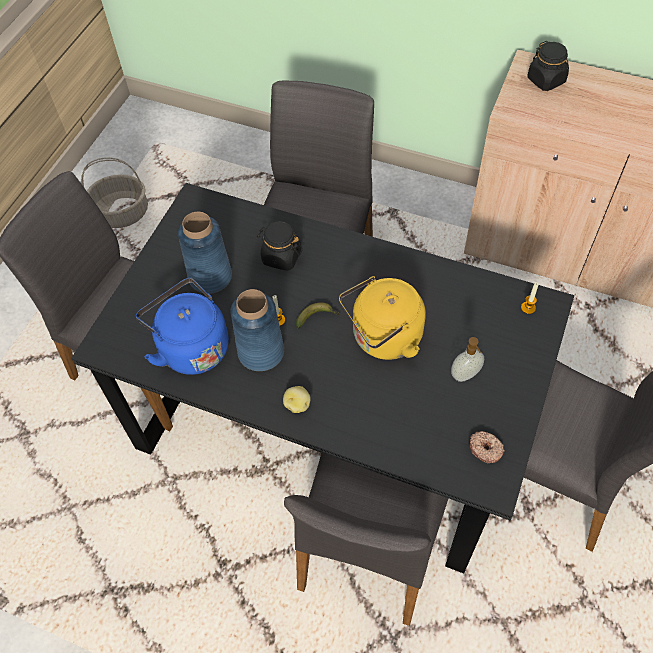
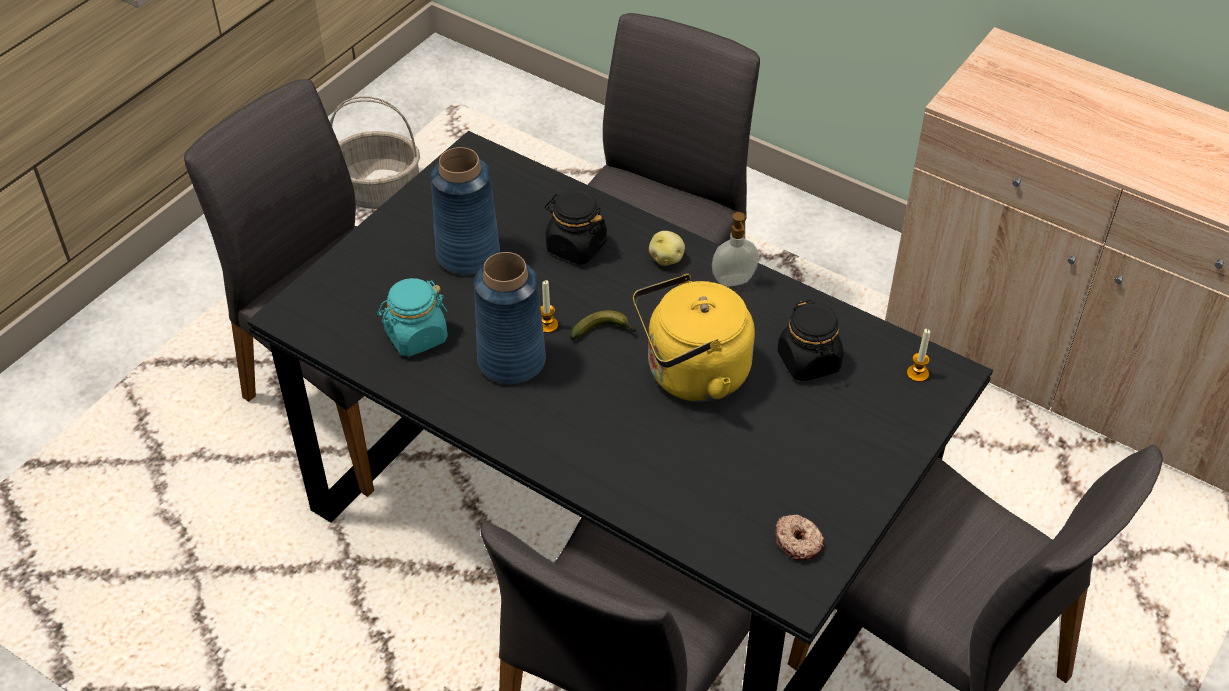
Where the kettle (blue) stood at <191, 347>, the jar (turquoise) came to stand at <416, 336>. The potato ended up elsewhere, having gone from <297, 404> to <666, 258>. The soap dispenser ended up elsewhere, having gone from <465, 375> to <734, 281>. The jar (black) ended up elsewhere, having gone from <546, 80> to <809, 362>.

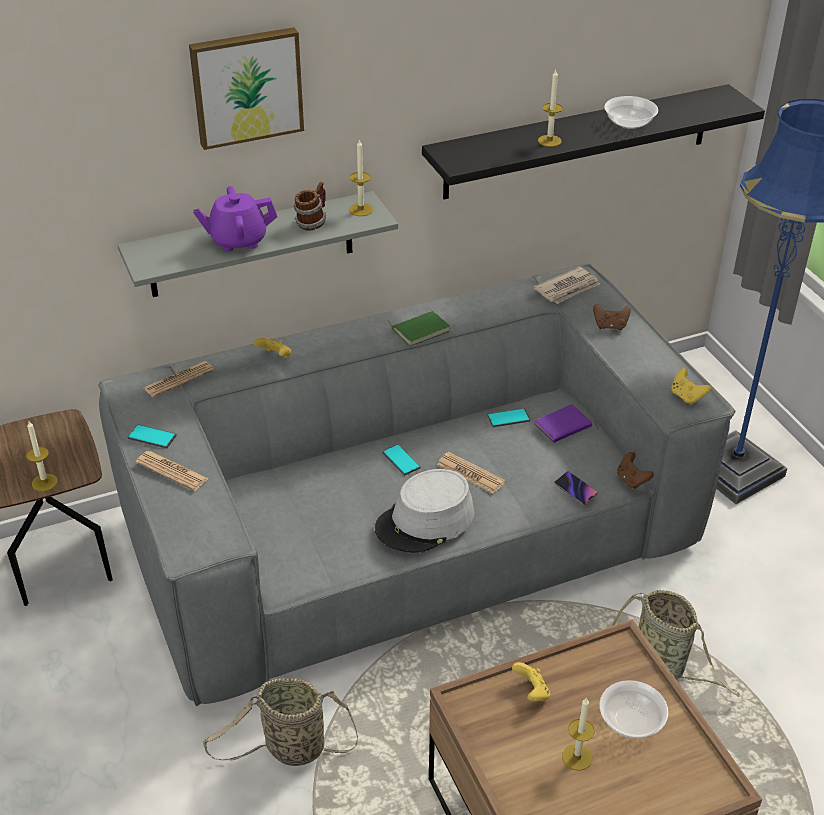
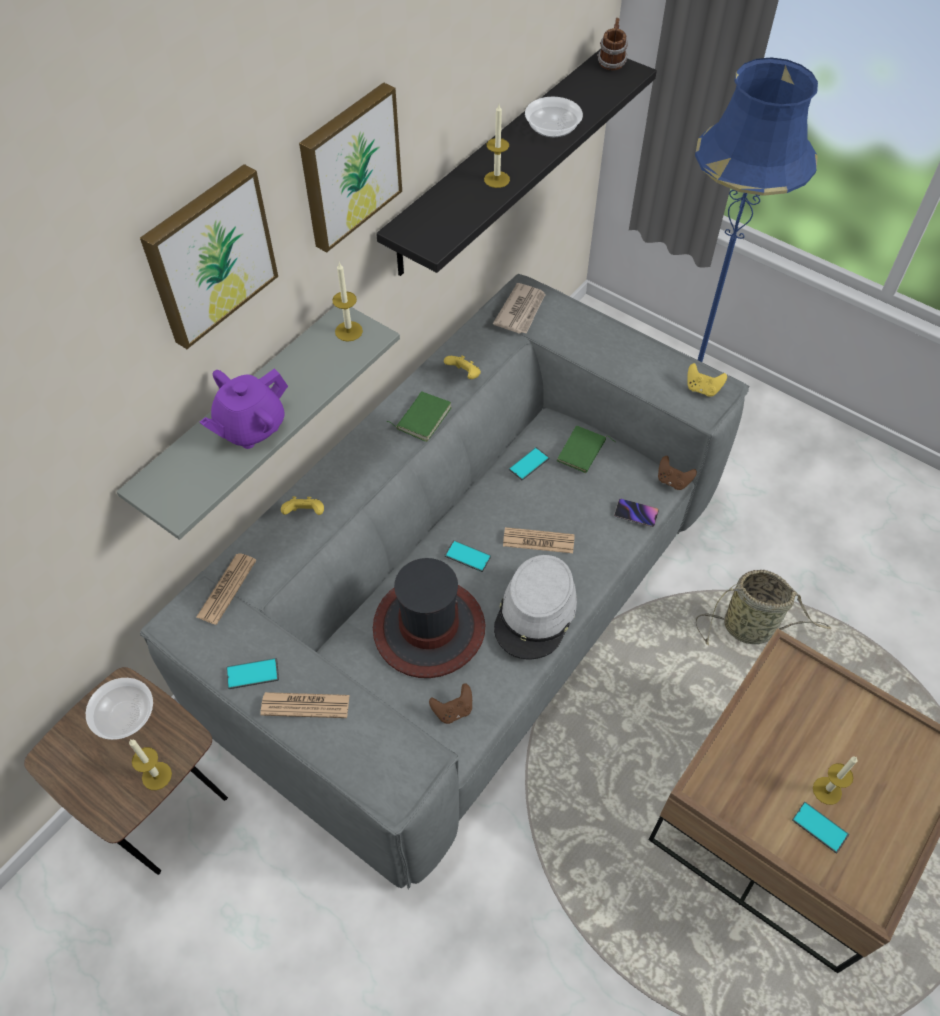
The bowl ended up elsewhere, having gone from <631, 721> to <125, 716>. The second view gained the picture at <348, 166>. The second view gained the hat at <428, 628>. The game controller (brown) ended up elsewhere, having gone from <610, 326> to <453, 710>. The game controller (yellow) ended up elsewhere, having gone from <531, 692> to <464, 375>. What was the book (purple) at <564, 427> turned into the book (green) at <582, 452>. The mug ended up elsewhere, having gone from <312, 223> to <611, 62>. The second view gained the phone at <820, 827>. The second view lost the basket at <291, 749>.

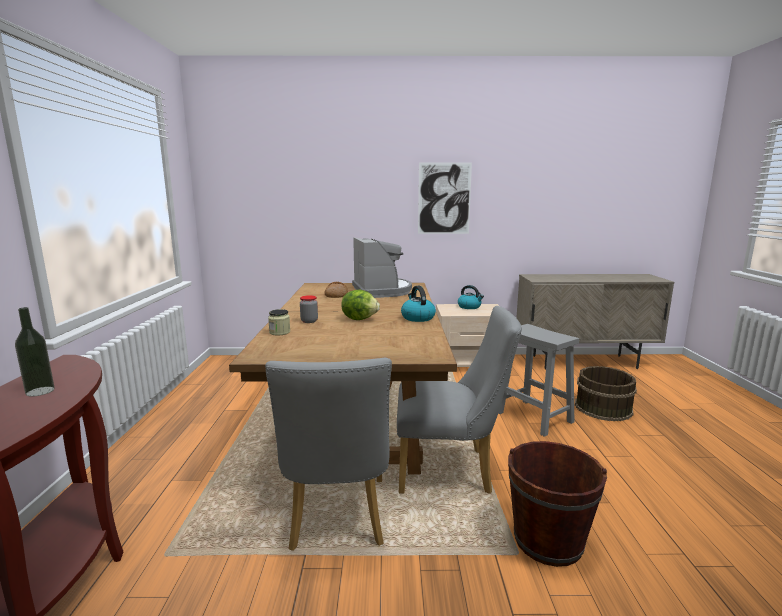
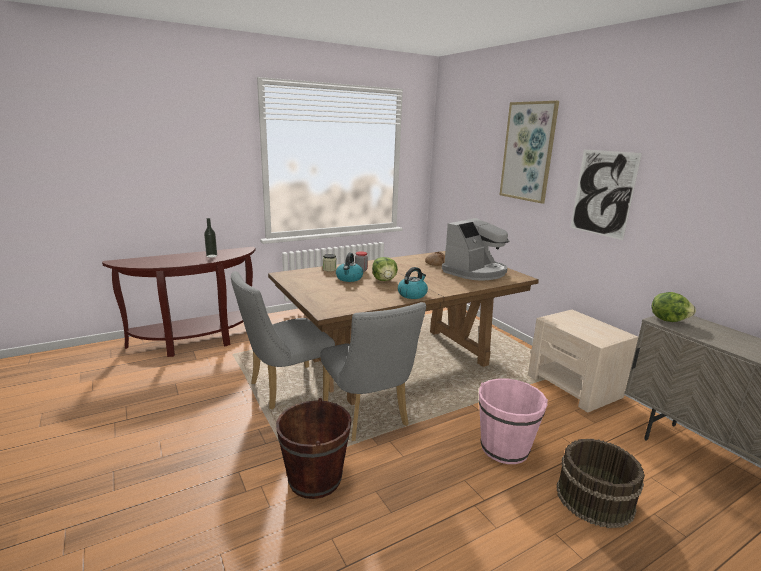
The kettle ended up elsewhere, having gone from <469, 307> to <349, 278>. Where the stool (grey) stood at <535, 417>, the bucket (pink) came to stand at <504, 448>. The second view gained the picture at <528, 152>. The second view gained the lettuce at <668, 320>.

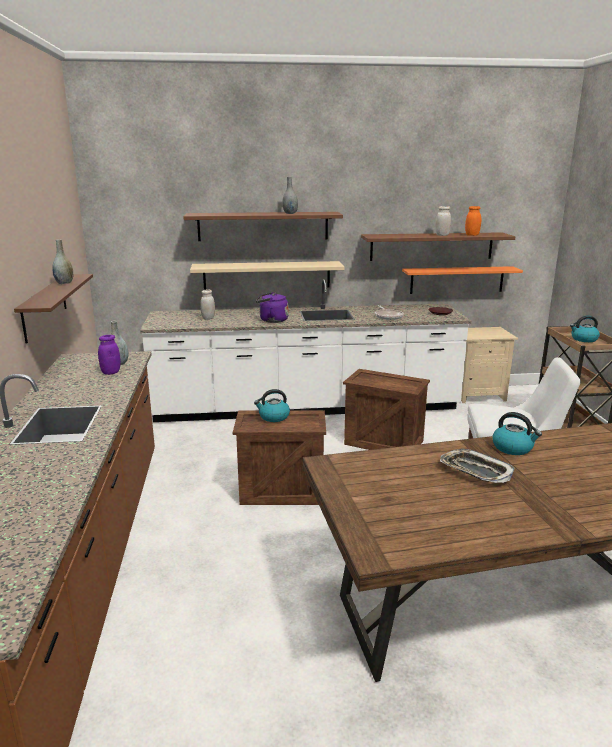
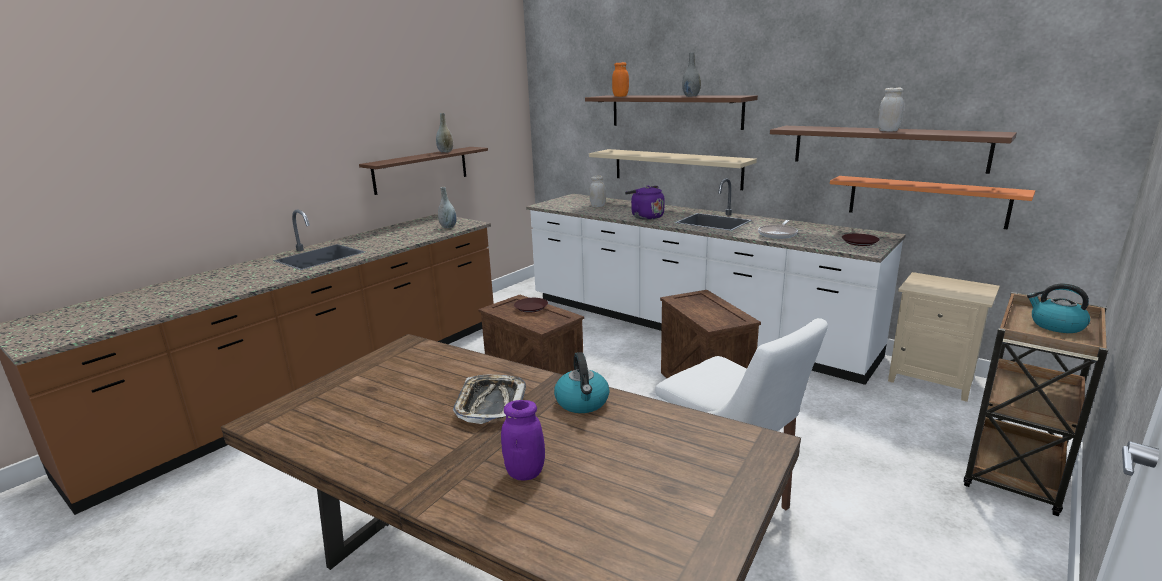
The jar (purple) ended up elsewhere, having gone from <111, 372> to <525, 473>. Where the kettle stood at <273, 417>, the plate (brown) came to stand at <531, 308>. The jar (orange) ended up elsewhere, having gone from <472, 235> to <620, 96>.

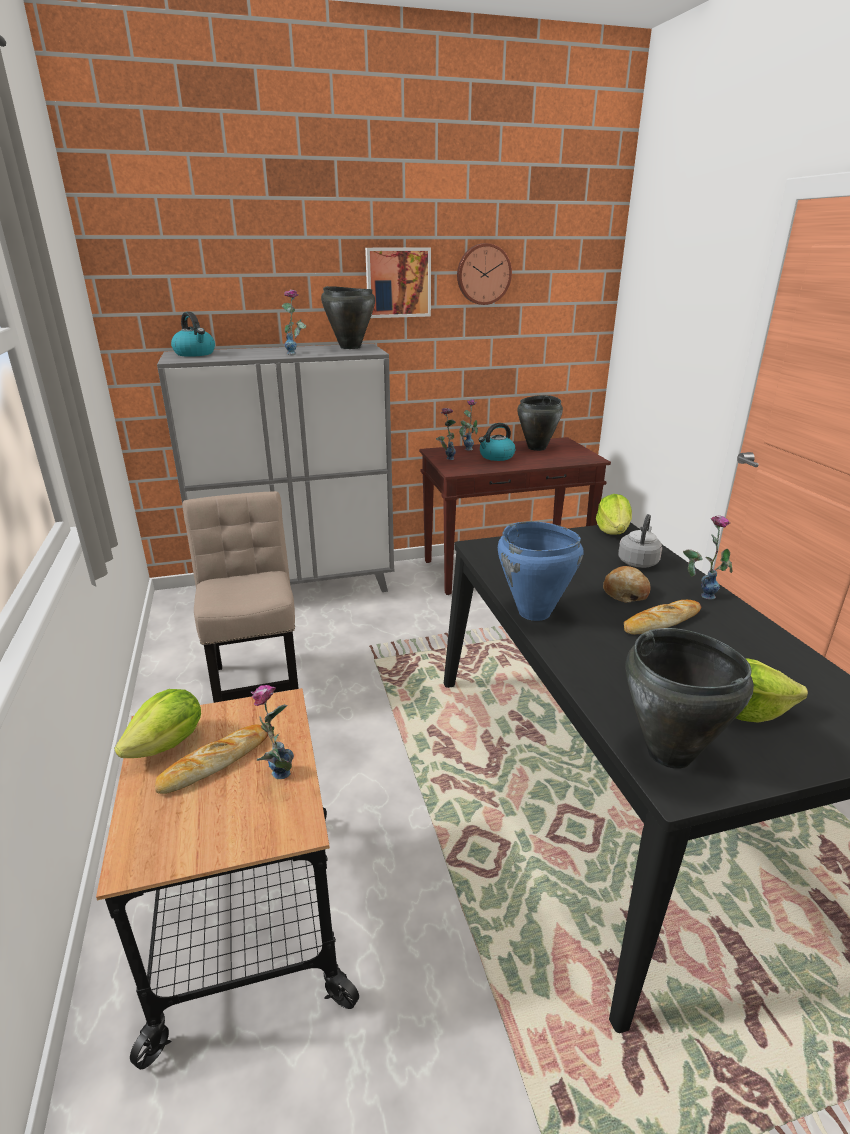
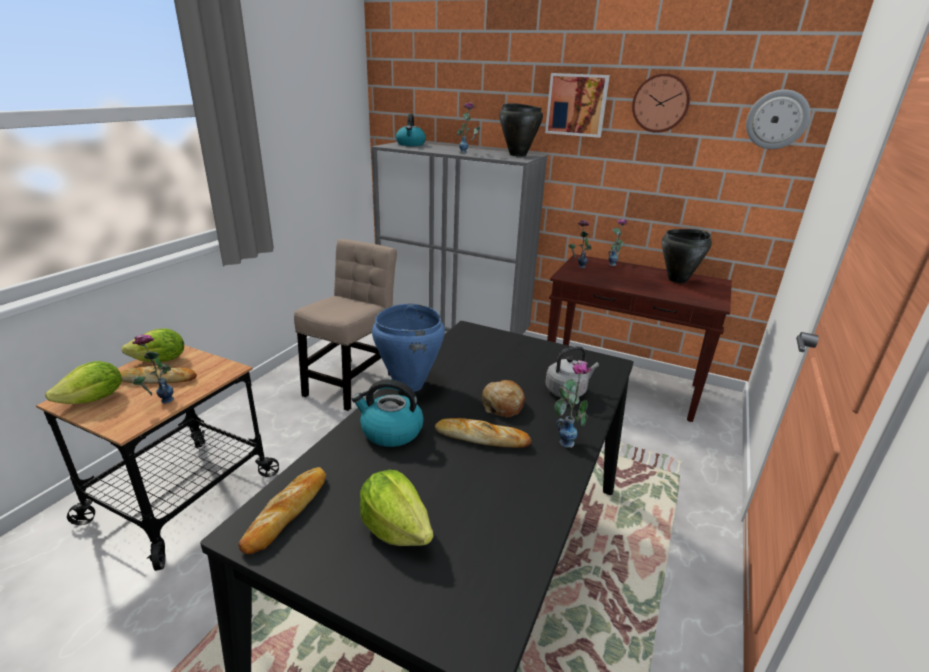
The lettuce ended up elsewhere, having gone from <613, 531> to <94, 399>. Where the cooking pot (black) stood at <669, 754>, the bread came to stand at <287, 512>. The kettle ended up elsewhere, having gone from <496, 457> to <390, 431>. The second view gained the wall clock at <777, 119>.

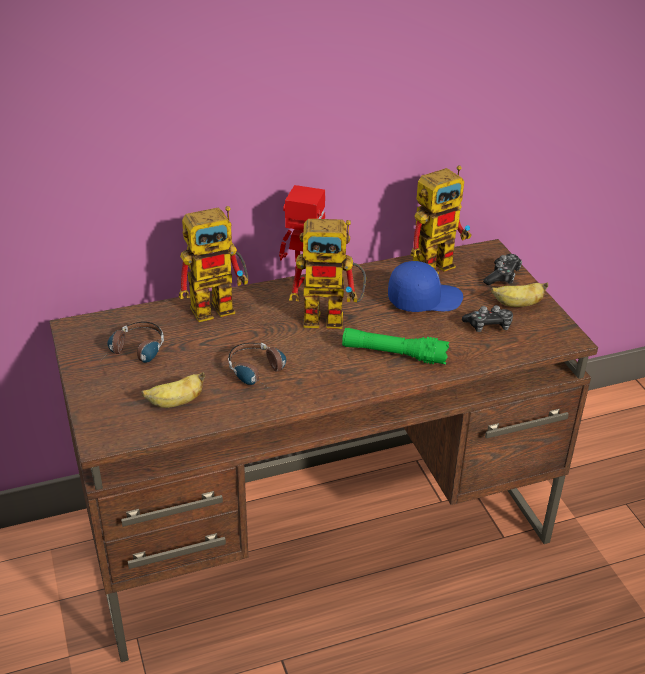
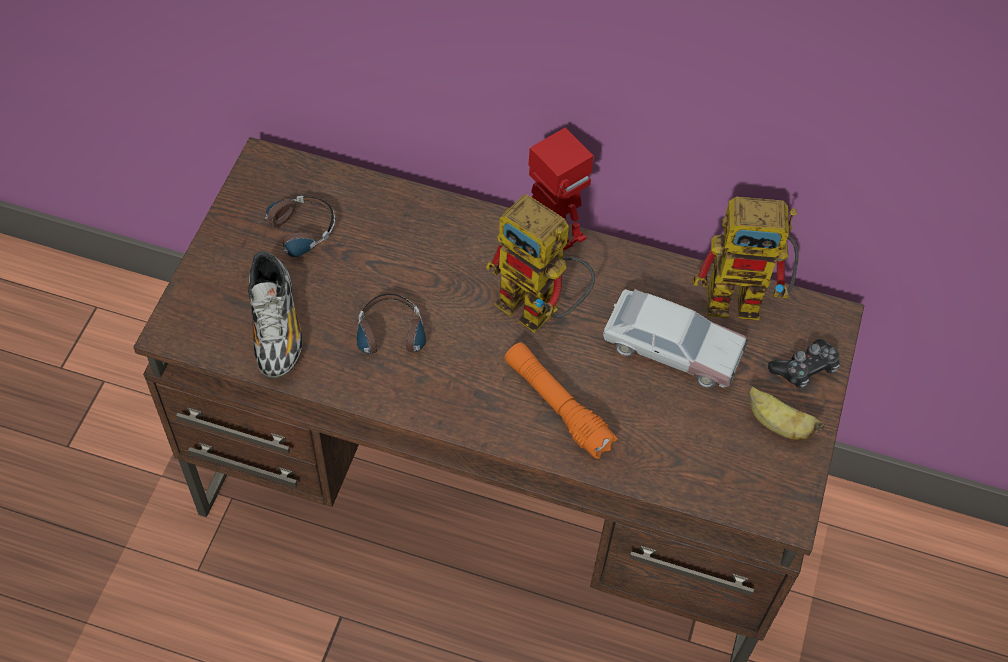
Where the banana stood at <175, 403>, the shoe came to stand at <276, 328>. What was the flashlight (green) at <394, 354> turned into the flashlight (orange) at <557, 406>. Where the cap (blue) stood at <424, 299>, the toy car came to stand at <670, 347>. The second view lost the toy robot at <220, 305>. The second view lost the game controller at <488, 326>.

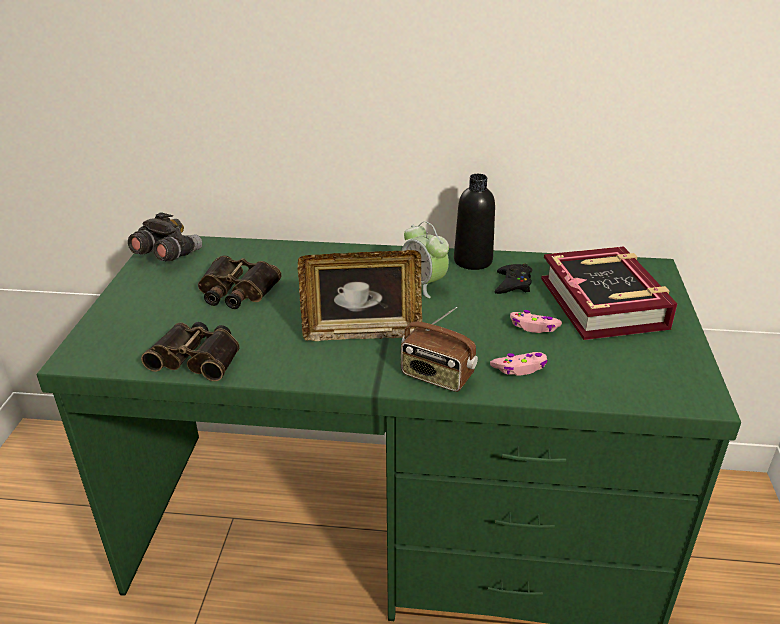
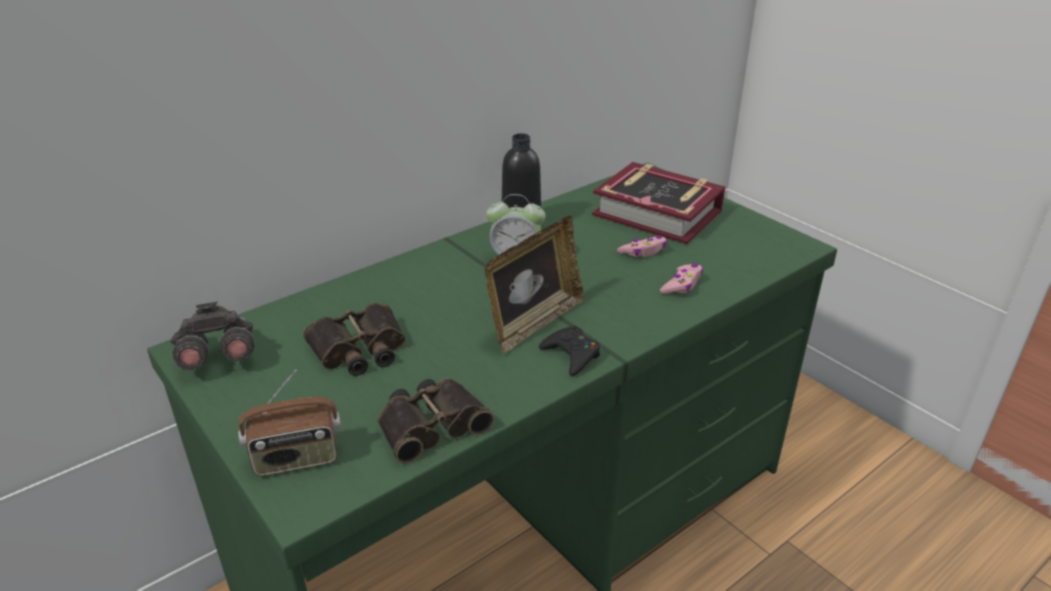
The radio ended up elsewhere, having gone from <436, 376> to <296, 458>. The game controller (black) ended up elsewhere, having gone from <513, 284> to <571, 355>.

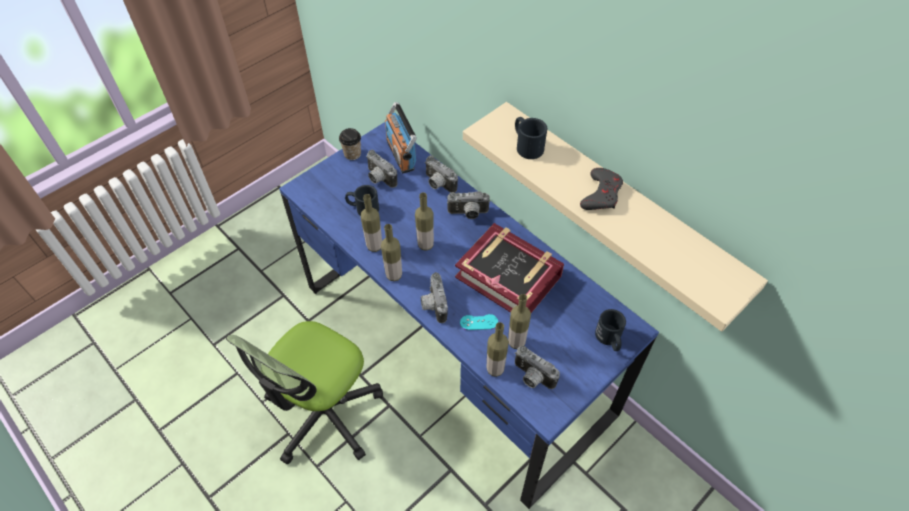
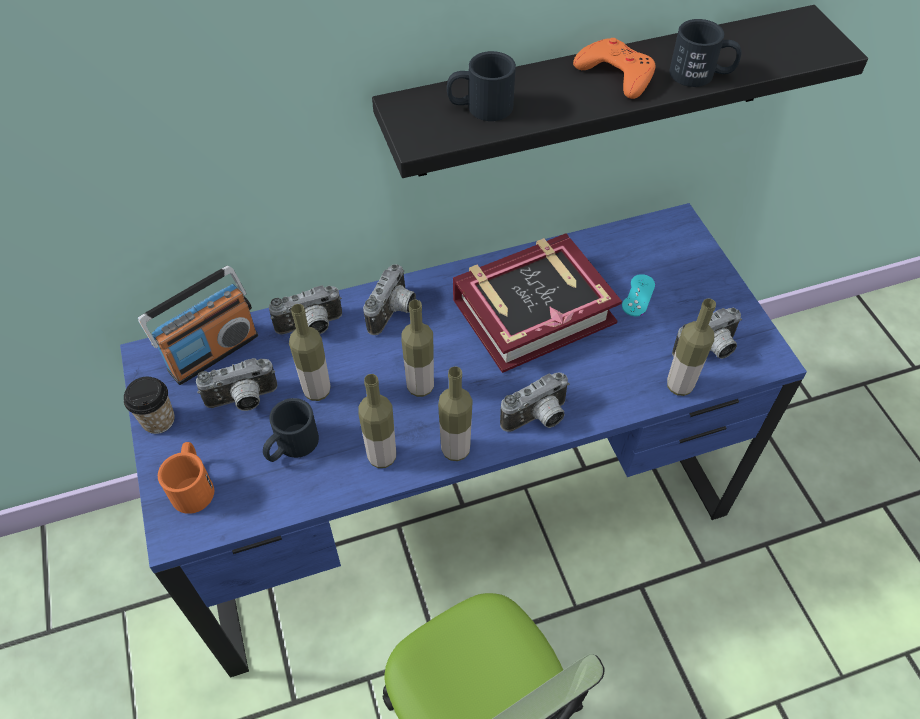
The radio at <401, 154> ended up facing another way, 45 degrees counterclockwise from before. The second view gained the mug (orange) at <193, 485>. The bottle ended up elsewhere, having gone from <516, 342> to <317, 391>. What was the shelf (beige) at <617, 205> turned into the shelf (black) at <597, 93>. The photo camera at <433, 305> ended up facing another way, 45 degrees counterclockwise from before. What was the game controller (grey) at <601, 194> turned into the game controller (orange) at <616, 74>. The game controller (turquoise) ended up elsewhere, having gone from <479, 322> to <638, 295>. The mug (black) ended up elsewhere, having gone from <609, 339> to <701, 75>.

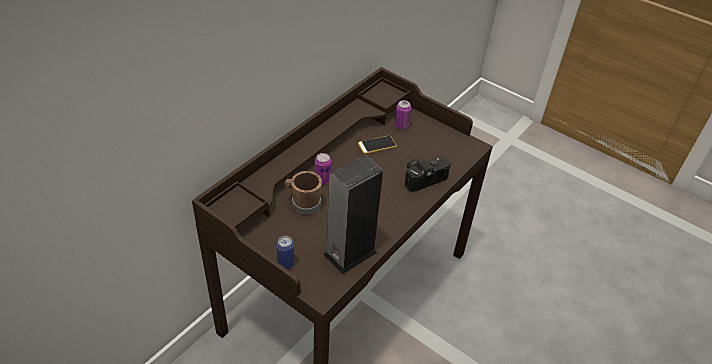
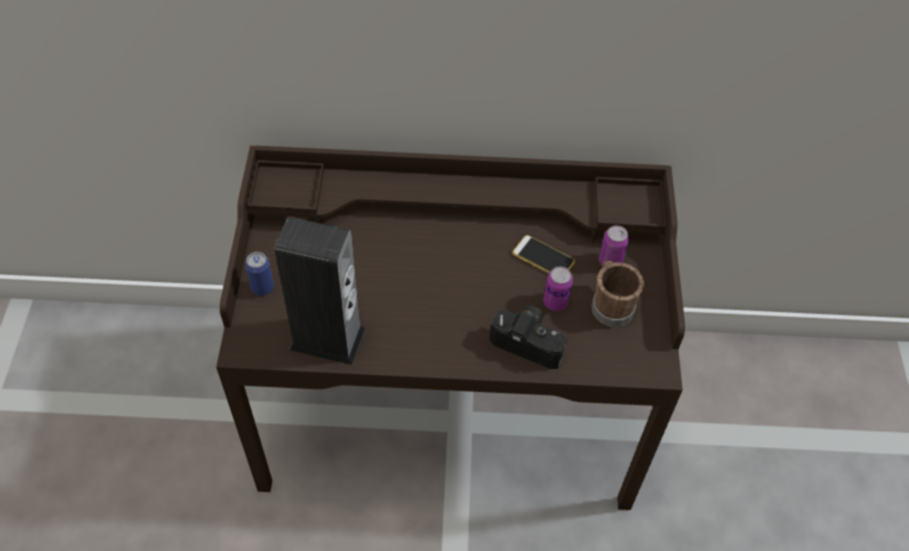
The can ended up elsewhere, having gone from <322, 179> to <555, 302>. The mug (brown) ended up elsewhere, having gone from <303, 203> to <610, 305>.

